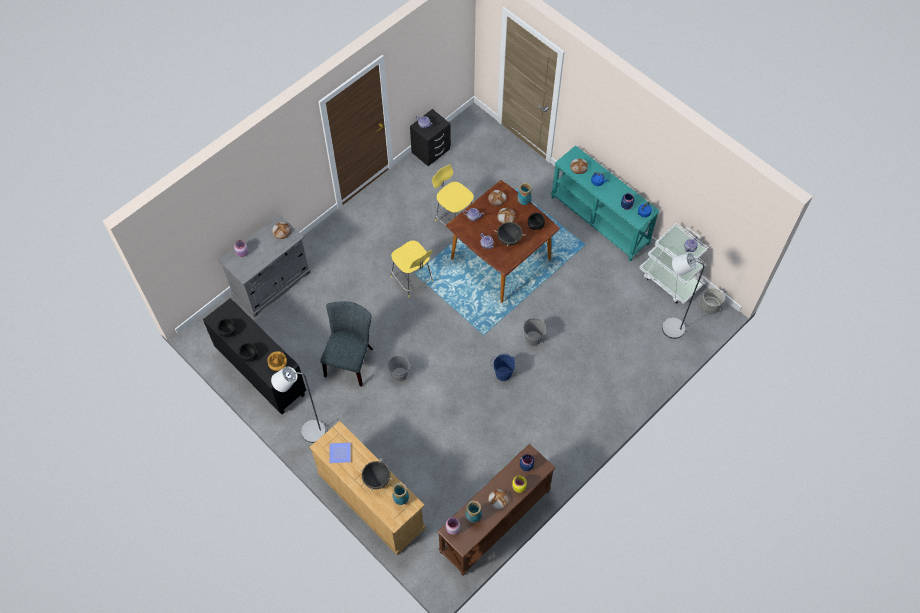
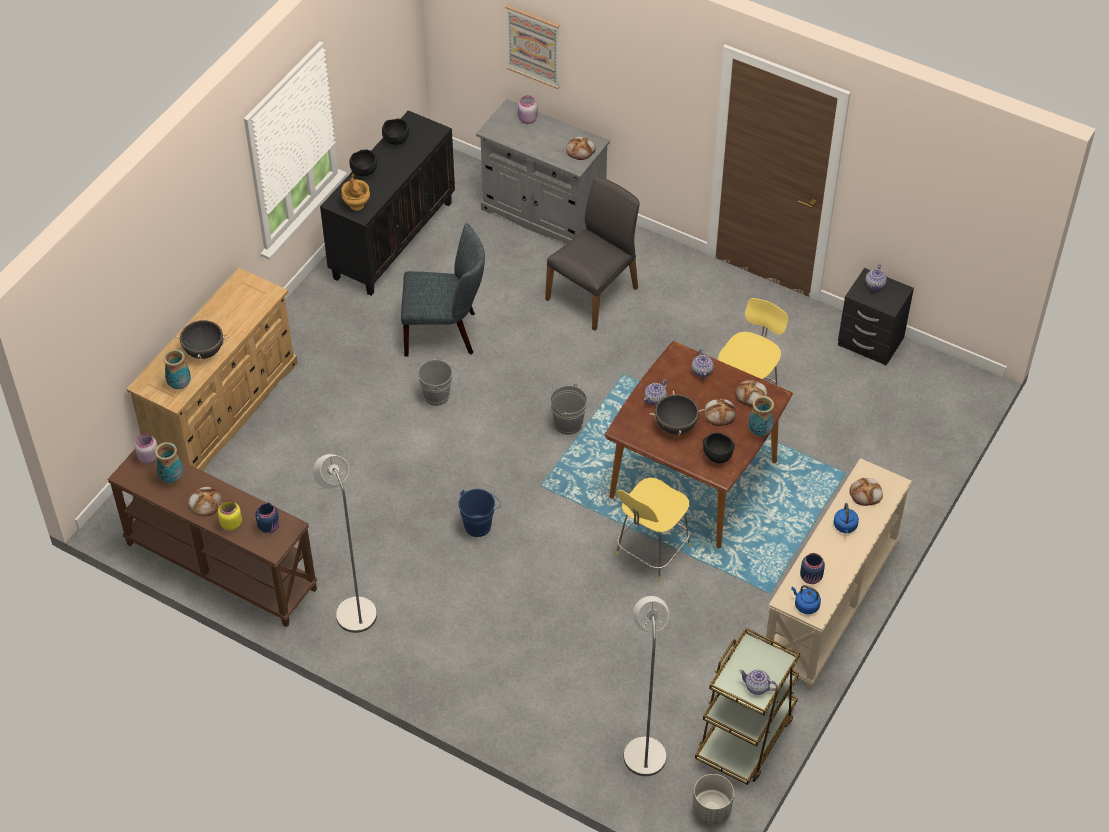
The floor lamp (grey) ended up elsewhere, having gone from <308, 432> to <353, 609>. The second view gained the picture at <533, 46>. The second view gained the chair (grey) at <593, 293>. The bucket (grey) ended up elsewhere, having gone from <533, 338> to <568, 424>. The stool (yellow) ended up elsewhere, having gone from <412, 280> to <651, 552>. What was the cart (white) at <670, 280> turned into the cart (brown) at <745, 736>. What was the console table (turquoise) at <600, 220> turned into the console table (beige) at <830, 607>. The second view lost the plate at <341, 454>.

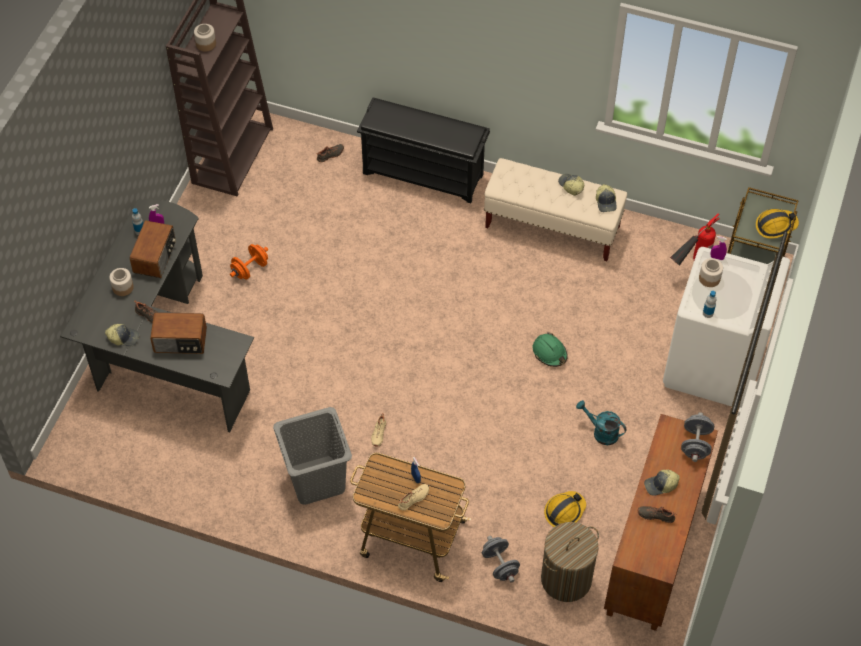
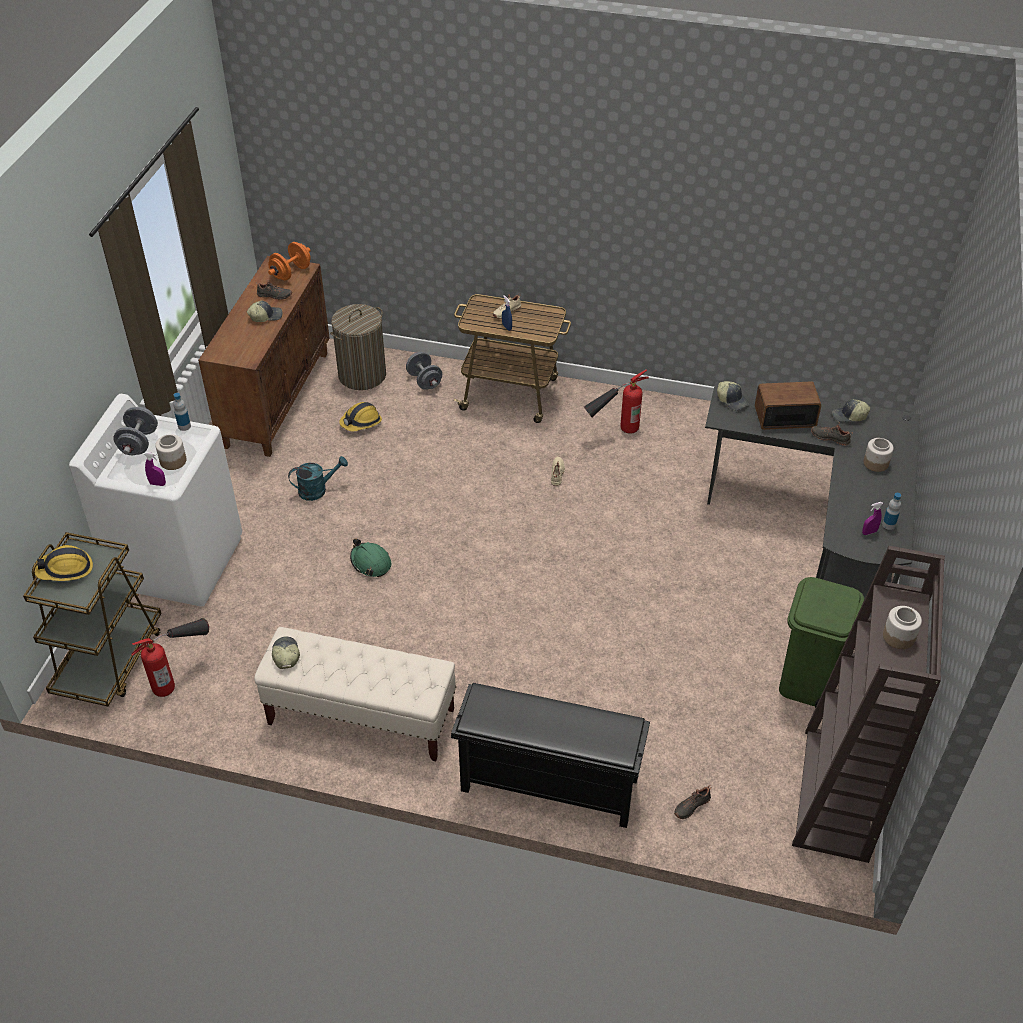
The dumbbell (grey) ended up elsewhere, having gone from <695, 444> to <139, 443>. The dumbbell (orange) ended up elsewhere, having gone from <250, 269> to <291, 272>. The watering can (turquoise) at <601, 432> ended up facing another way, 45 degrees counterclockwise from before. Where the laundry basket (grey) stood at <316, 479>, the fire extinguisher came to stand at <613, 432>. The cap ended up elsewhere, having gone from <570, 186> to <732, 400>. The second view gained the trash can (green) at <808, 682>. The second view lost the radio at <155, 257>.

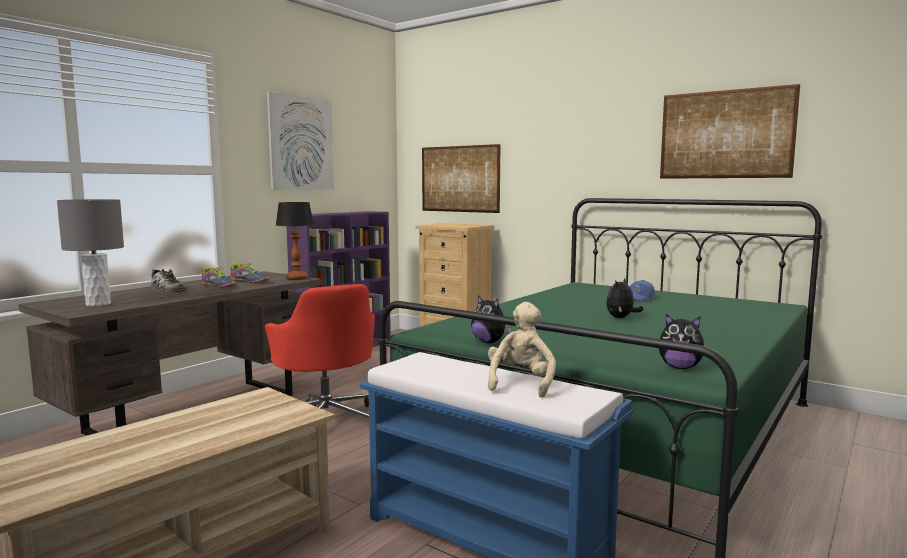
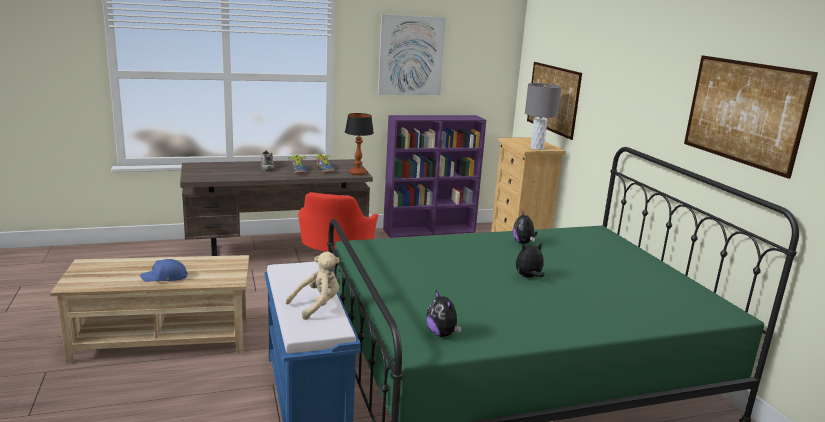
The cap (blue) ended up elsewhere, having gone from <640, 298> to <165, 277>. The plush toy ended up elsewhere, having gone from <489, 342> to <523, 243>. The table lamp (grey) ended up elsewhere, having gone from <98, 304> to <537, 148>.

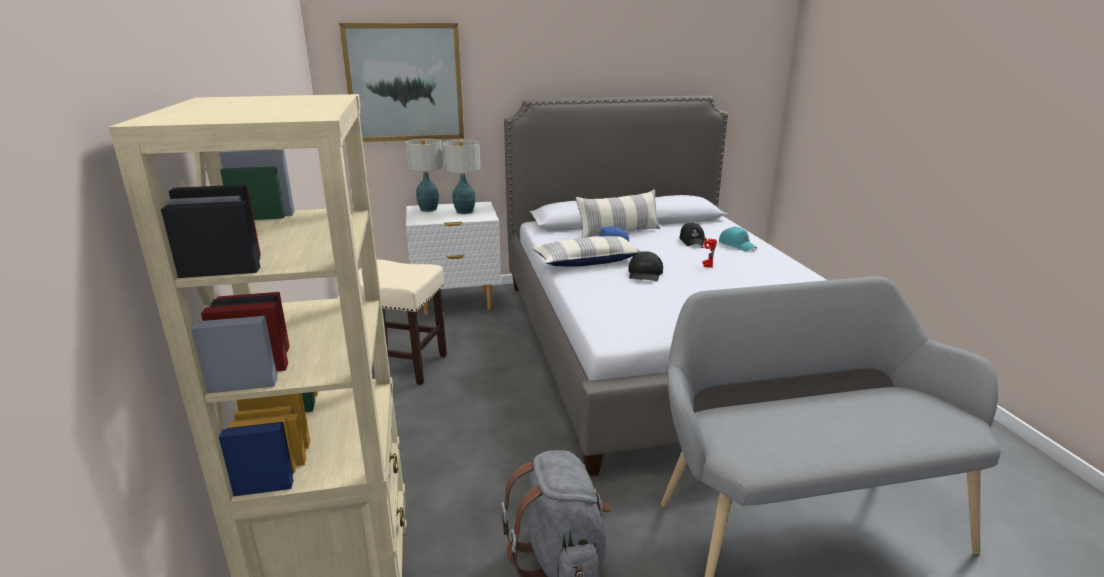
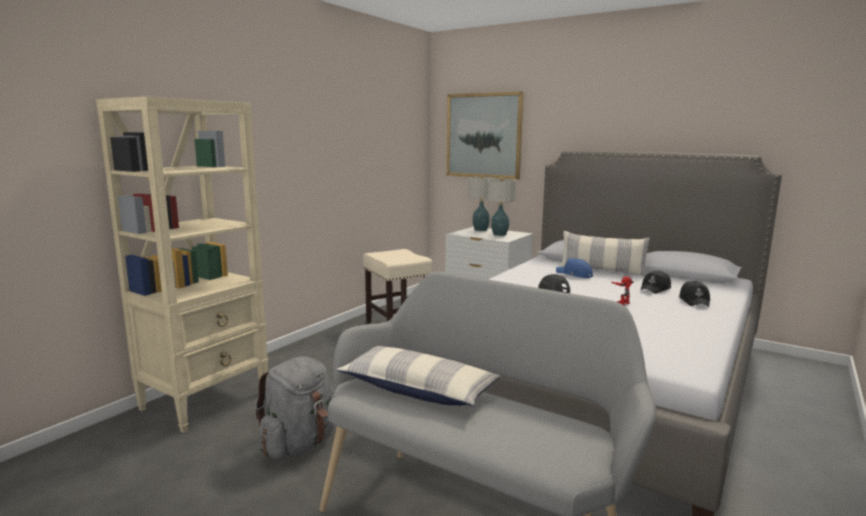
The pillow ended up elsewhere, having gone from <587, 261> to <418, 389>. What was the cap (turquoise) at <737, 245> turned into the cap (black) at <694, 301>.

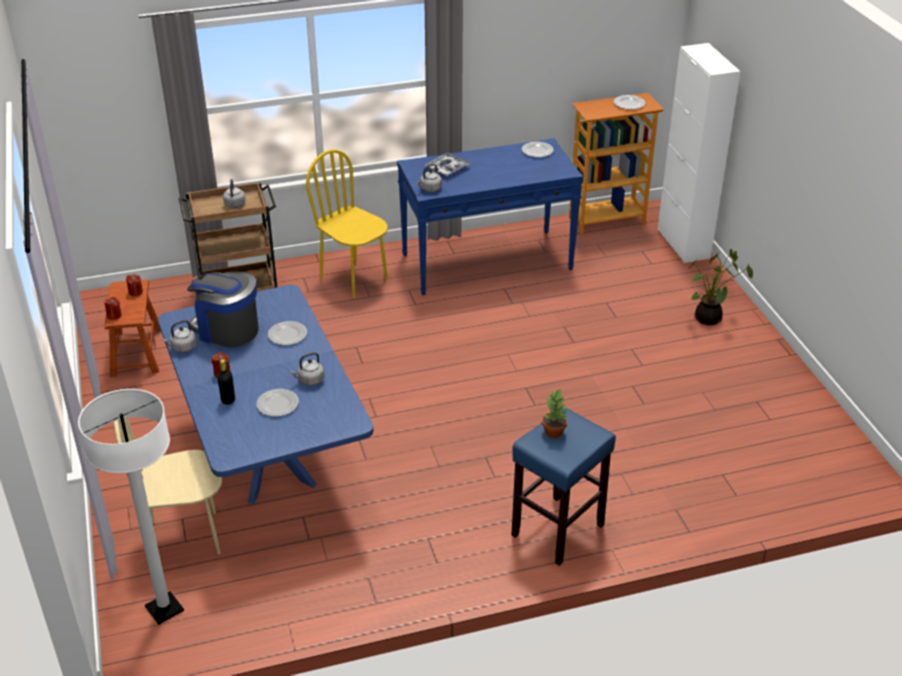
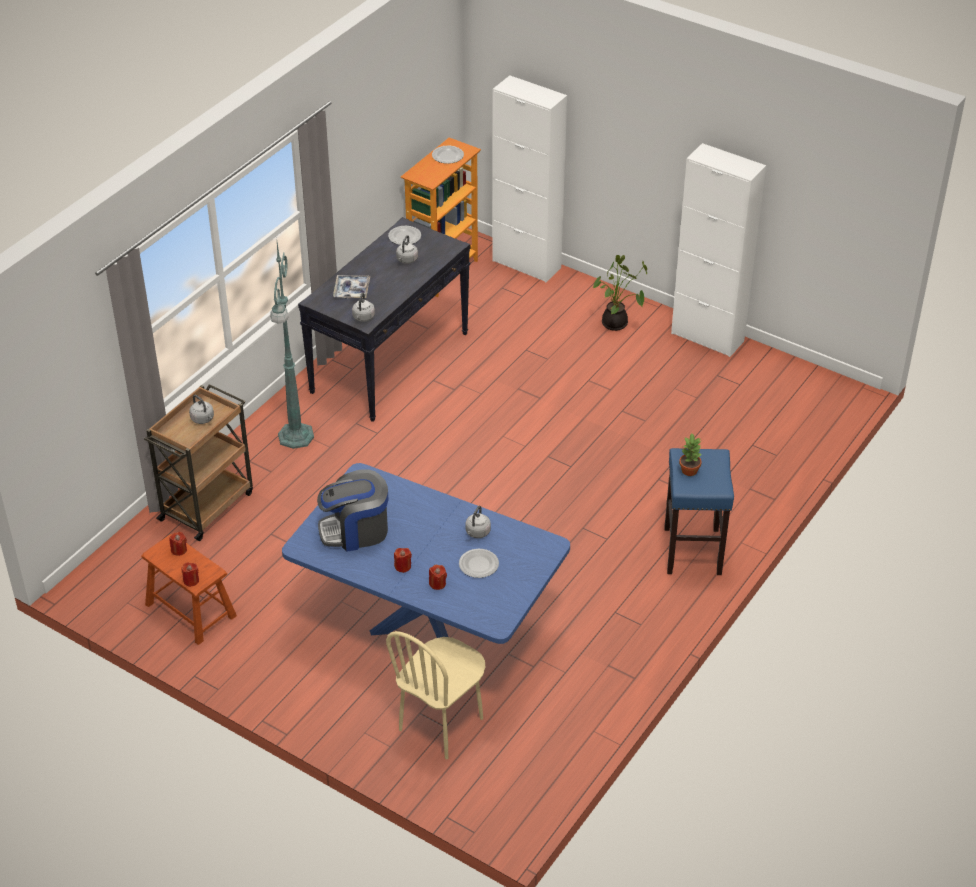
Where the chair (yellow) stood at <354, 278>, the floor lamp (green) came to stand at <295, 437>. What was the console table (blue) at <487, 261> turned into the console table (black) at <390, 362>. The kettle (grey) ended up elsewhere, having gone from <182, 348> to <406, 260>. Where the bottle (black) stood at <228, 400>, the candle (red) came to stand at <437, 584>. The second view gained the cabinet (white) at <707, 337>. The second view lost the floor lamp (white) at <164, 609>. The second view lost the plate at <288, 334>.

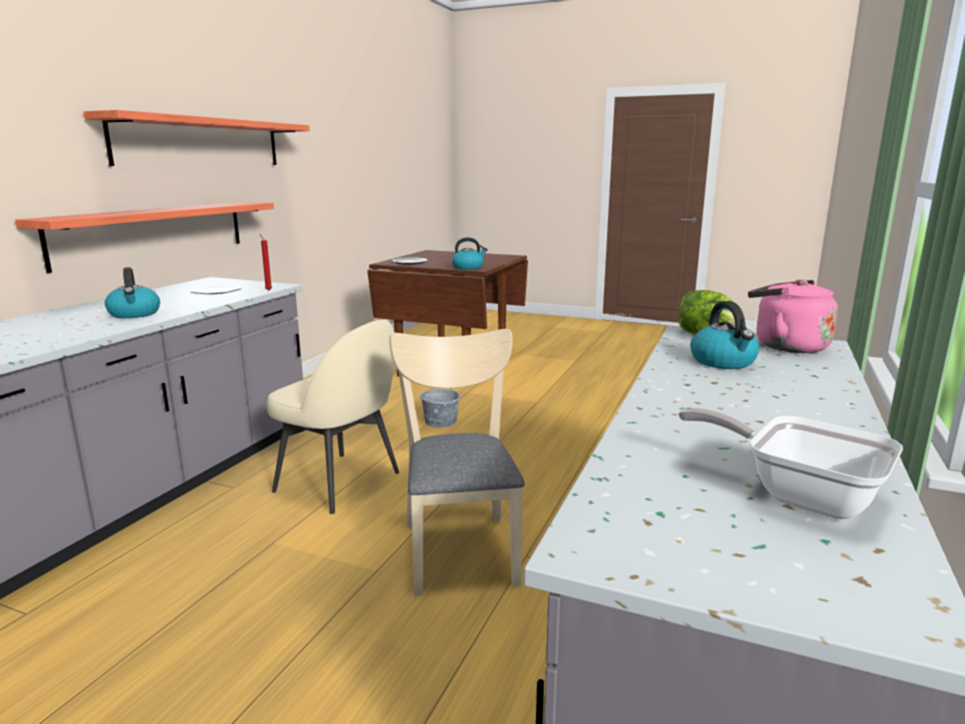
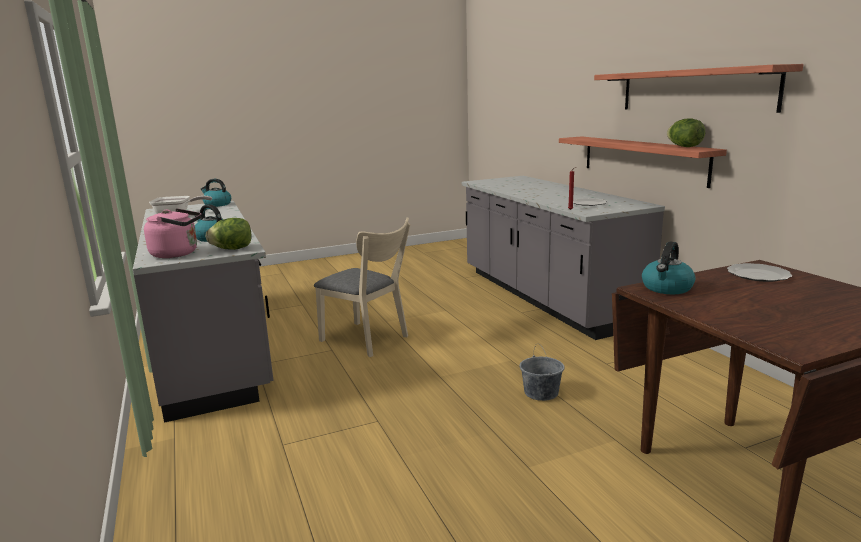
The kettle ended up elsewhere, having gone from <135, 314> to <217, 204>. The second view gained the lettuce at <684, 147>. The second view lost the chair (beige) at <340, 483>.

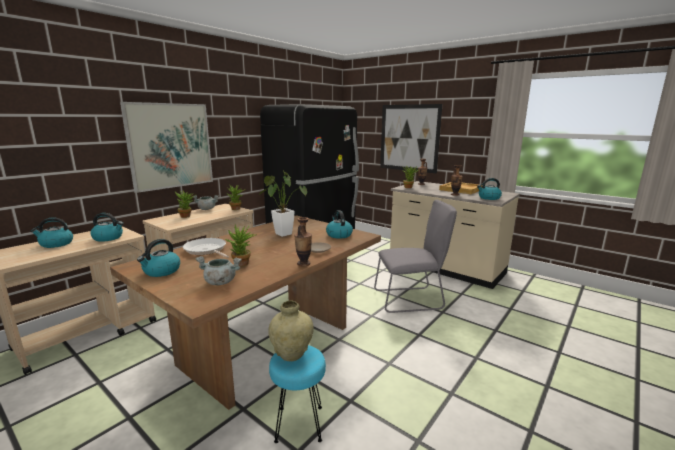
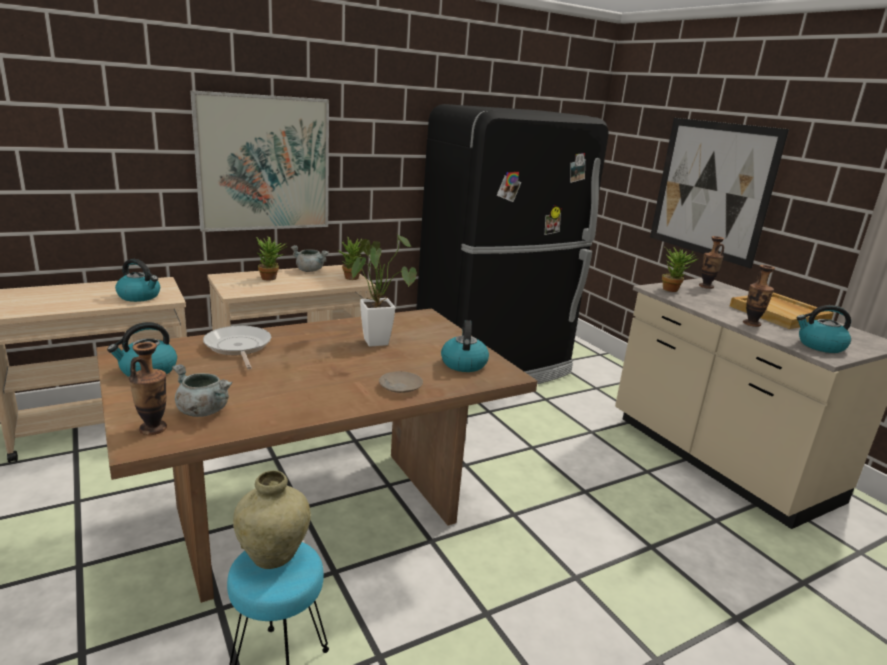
The vase ended up elsewhere, having gone from <303, 264> to <153, 429>. The second view lost the kettle at <56, 244>. The second view lost the potted plant at <242, 265>. The second view lost the chair (grey) at <411, 299>.

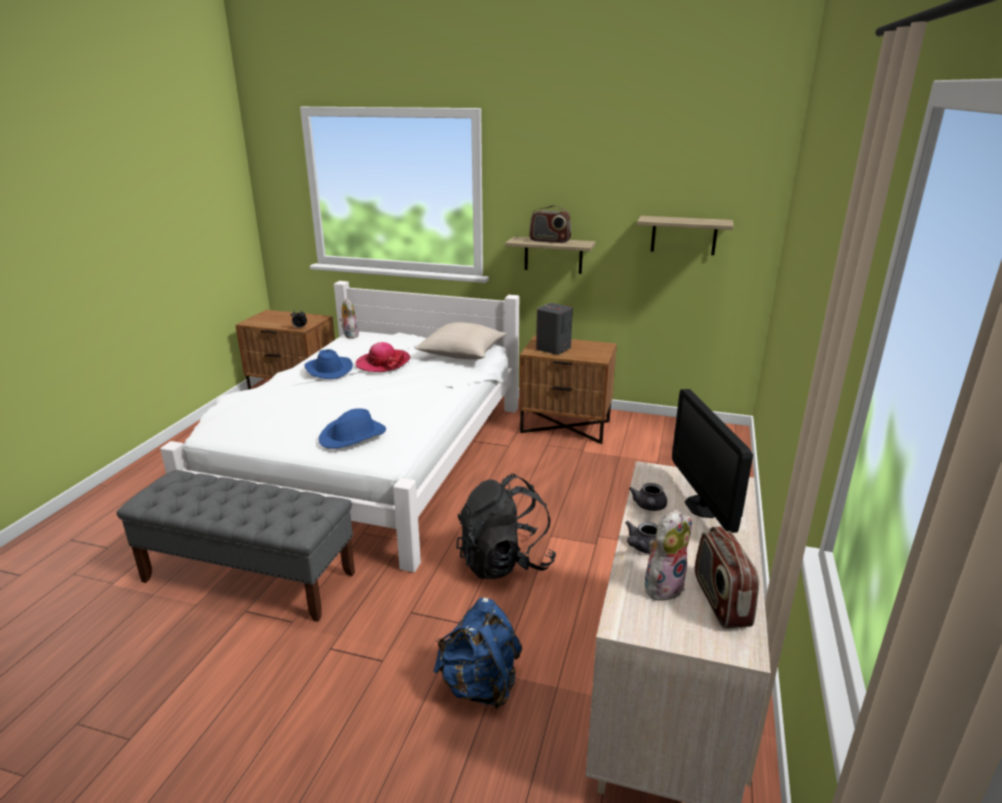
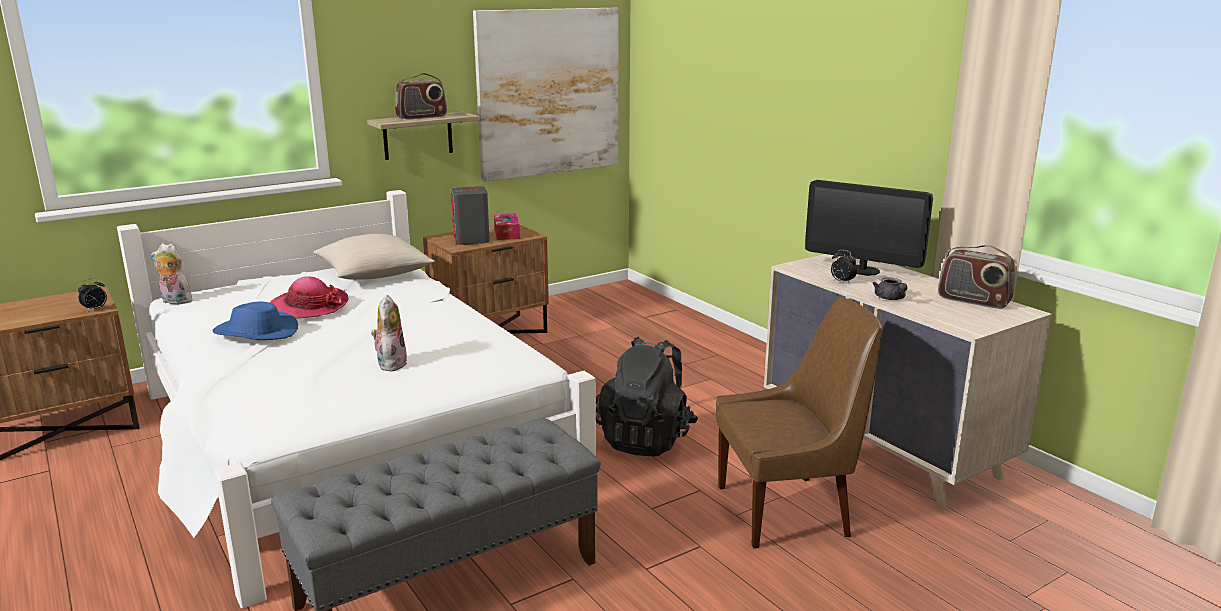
The plush toy ended up elsewhere, having gone from <663, 585> to <390, 363>. Where the shelf hung at <684, 235>, the picture came to hang at <549, 92>. The second view gained the tissue box at <507, 233>. Where the backpack (blue) stood at <480, 685>, the chair (brown) came to stand at <787, 510>. Where the teapot (grey) stood at <649, 507>, the alarm clock came to stand at <841, 282>. The second view lost the hat (blue) at <353, 436>.

